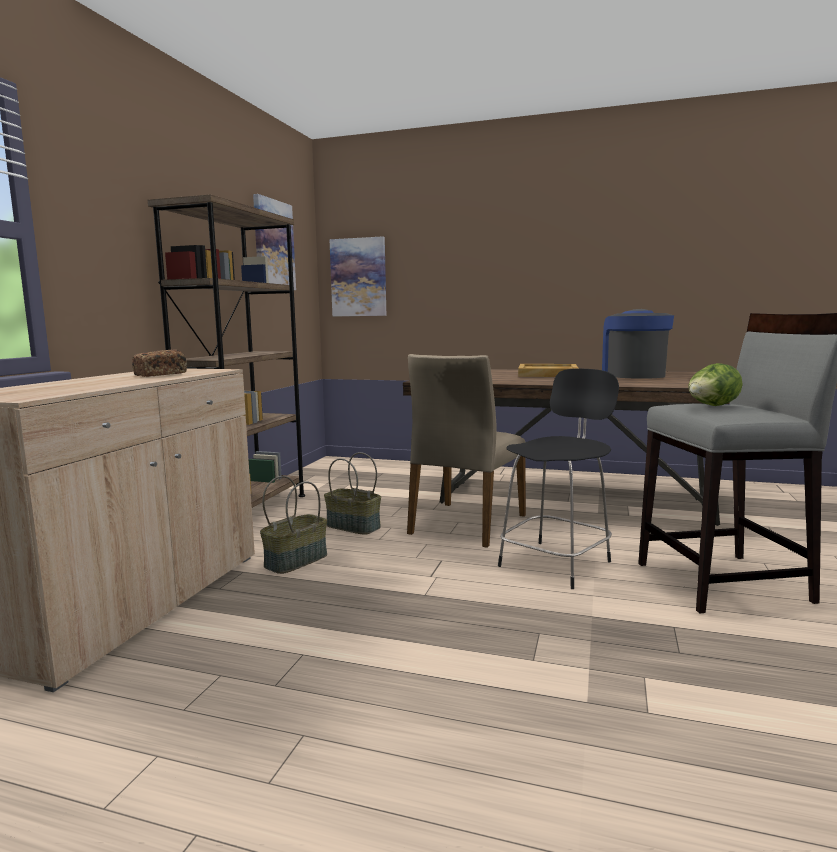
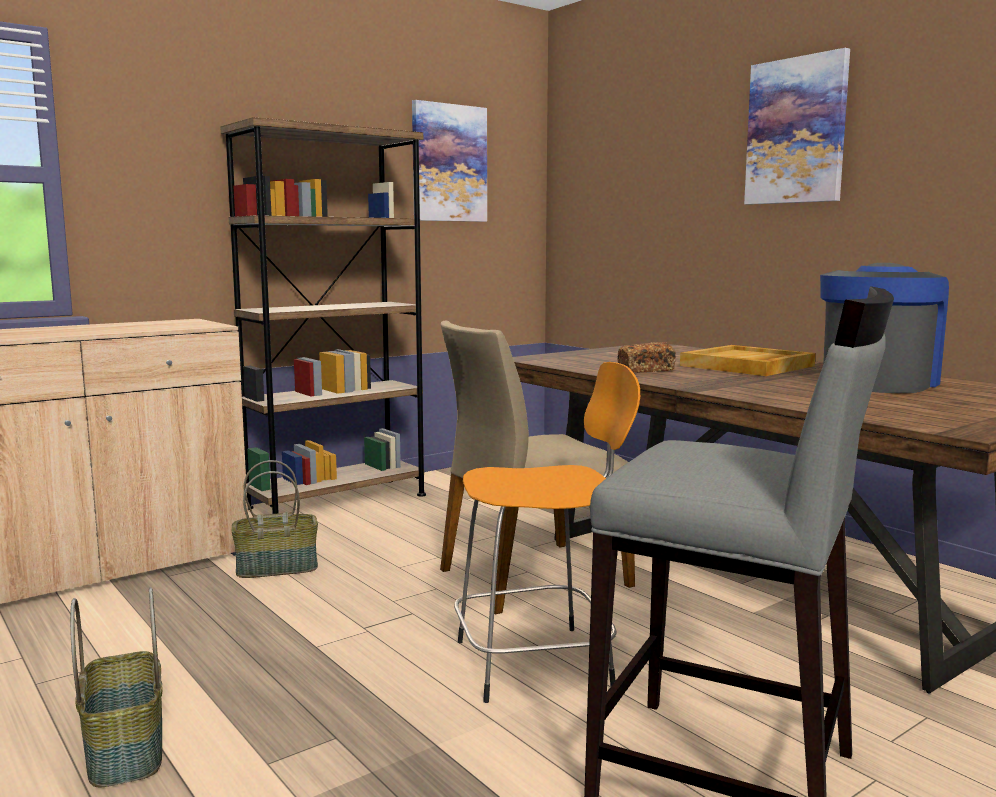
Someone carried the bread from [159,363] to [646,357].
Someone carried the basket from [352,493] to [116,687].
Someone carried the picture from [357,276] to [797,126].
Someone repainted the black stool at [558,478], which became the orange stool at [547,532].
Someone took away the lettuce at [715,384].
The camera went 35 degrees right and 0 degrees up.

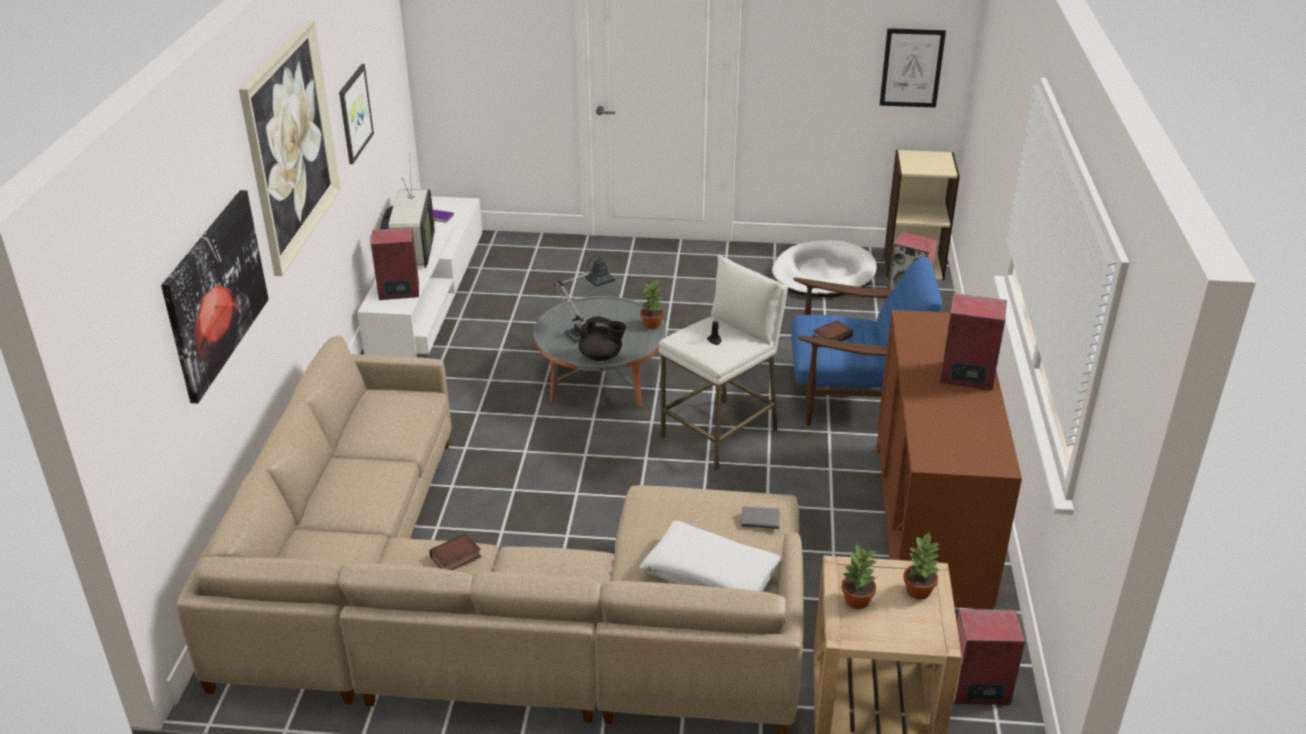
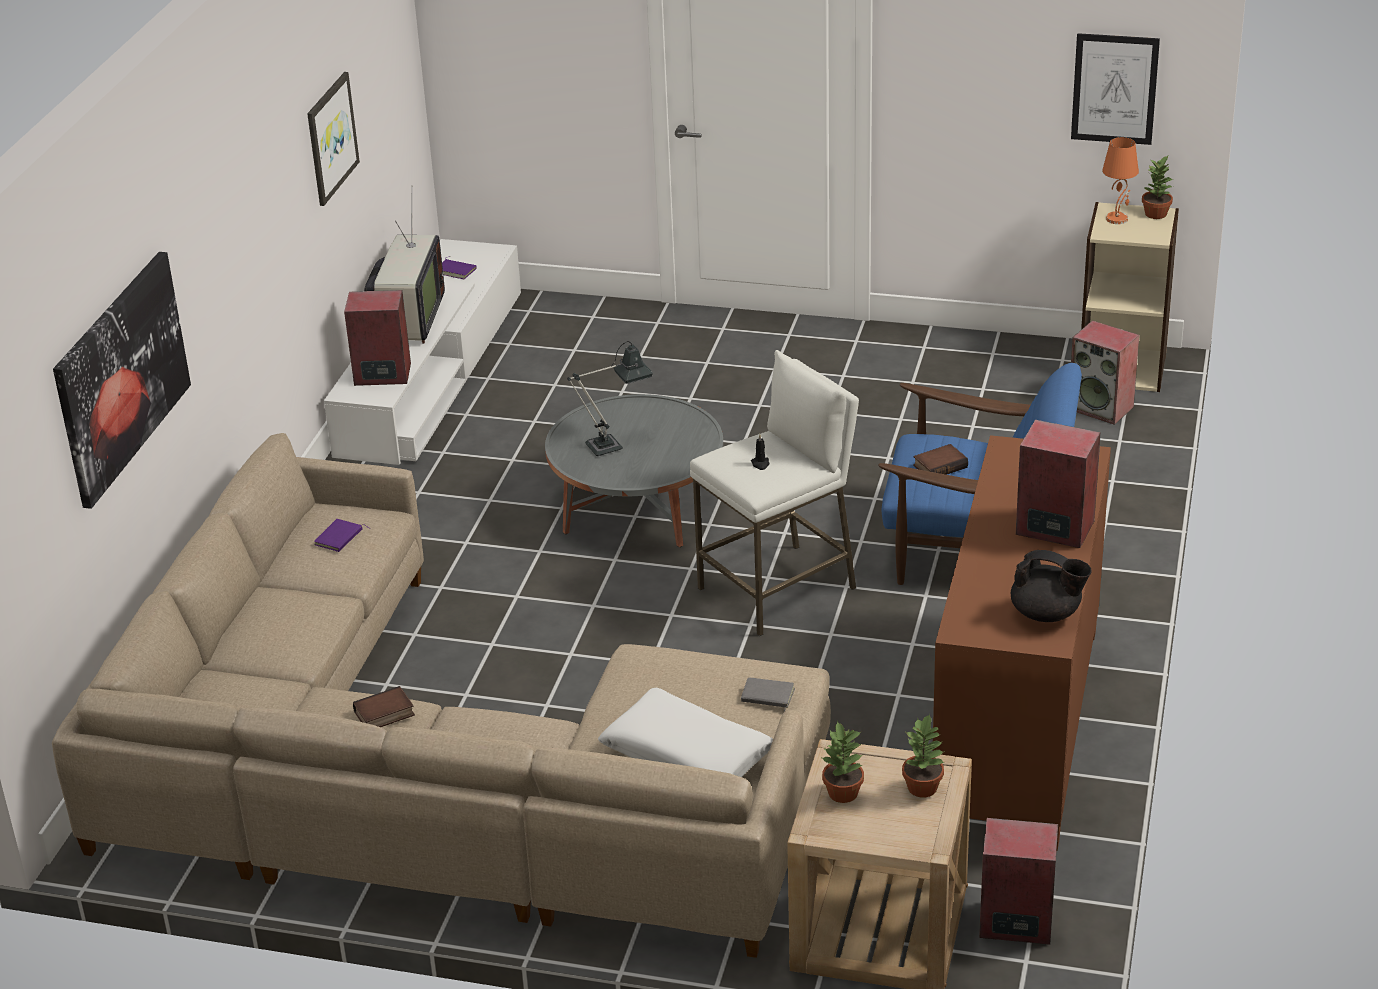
Someone took away the picture at [290,147].
Someone carried the black teapot from [602,338] to [1051,586].
Someone carried the potted plant from [652,304] to [1157,187].
Someone took away the white dog bed at [824,268].
Someone put down the purple book at [342,535].
Someone put down the orange table lamp at [1120,180].
The camera went 10 degrees right and 0 degrees up.

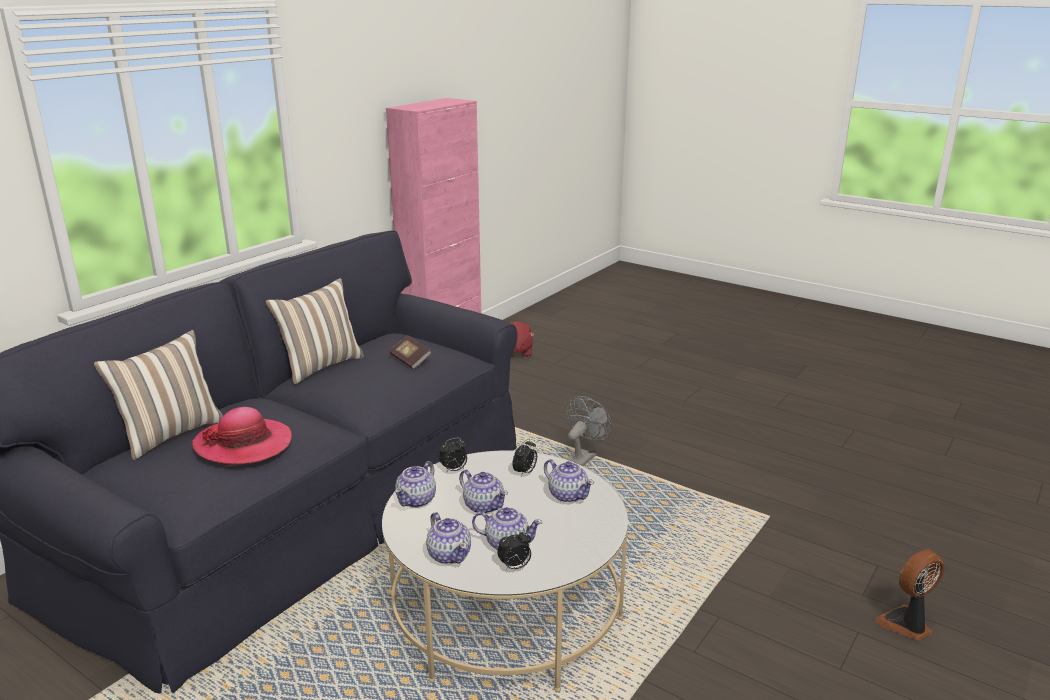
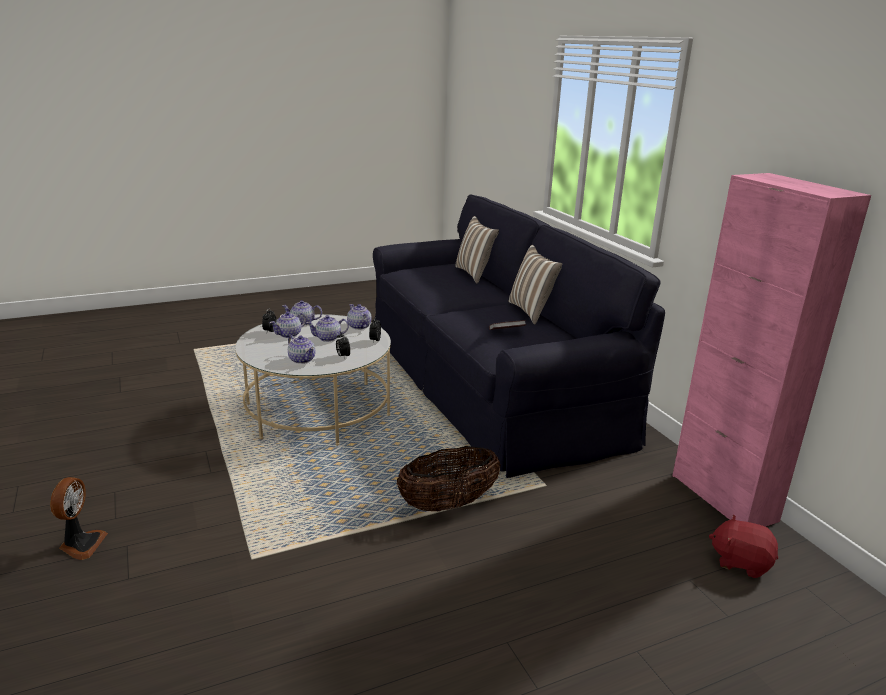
Someone took away the hat at [241,436].
Someone rotated the teapot at [569,481] by 120 degrees counterclockwise.
Someone swapped the grey fan at [589,431] for the basket at [449,478].
The camera went 120 degrees right and 0 degrees up.

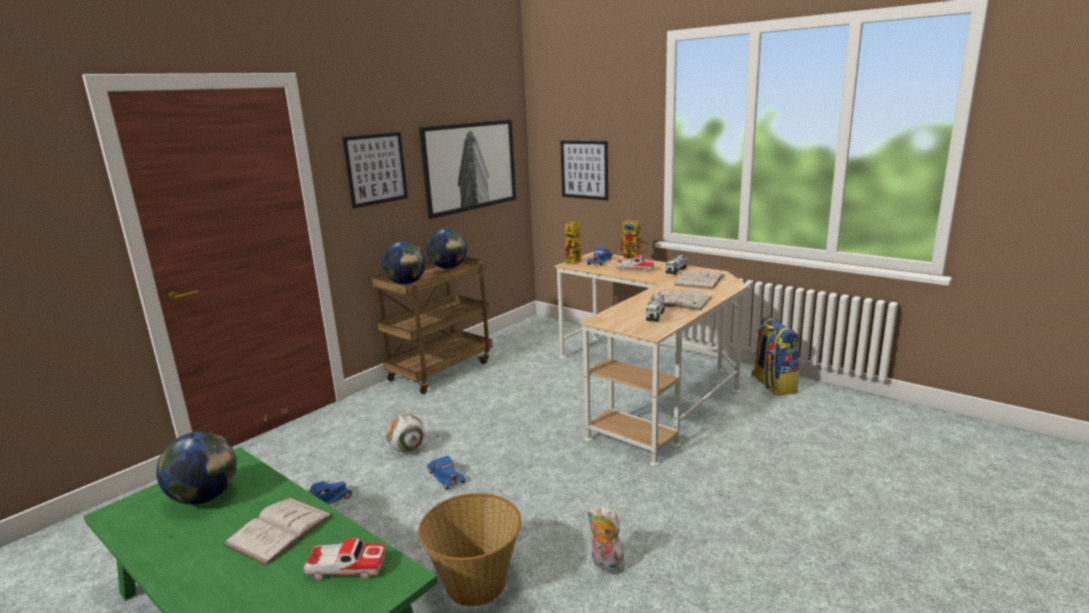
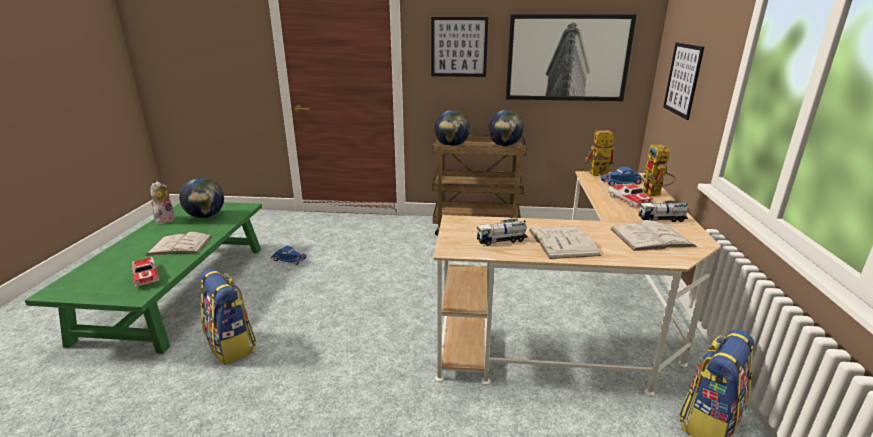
Someone took away the football at [405,433].
Someone swapped the basket at [469,549] for the backpack at [228,317].
Someone took away the blue toy car at [446,473].
Someone carried the plush toy from [606,539] to [163,203].
The camera went 55 degrees right and 5 degrees up.

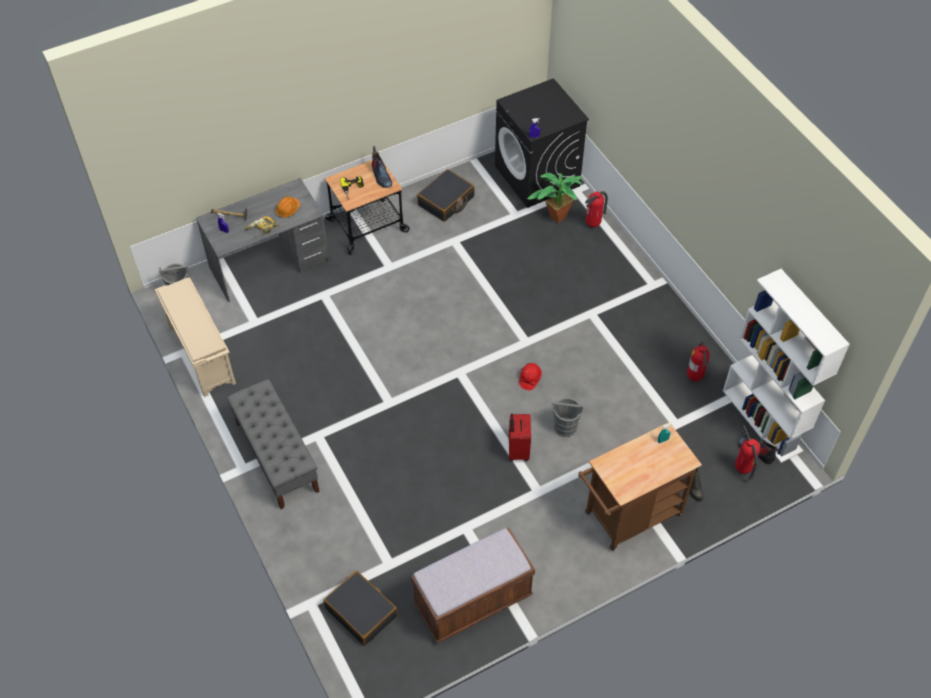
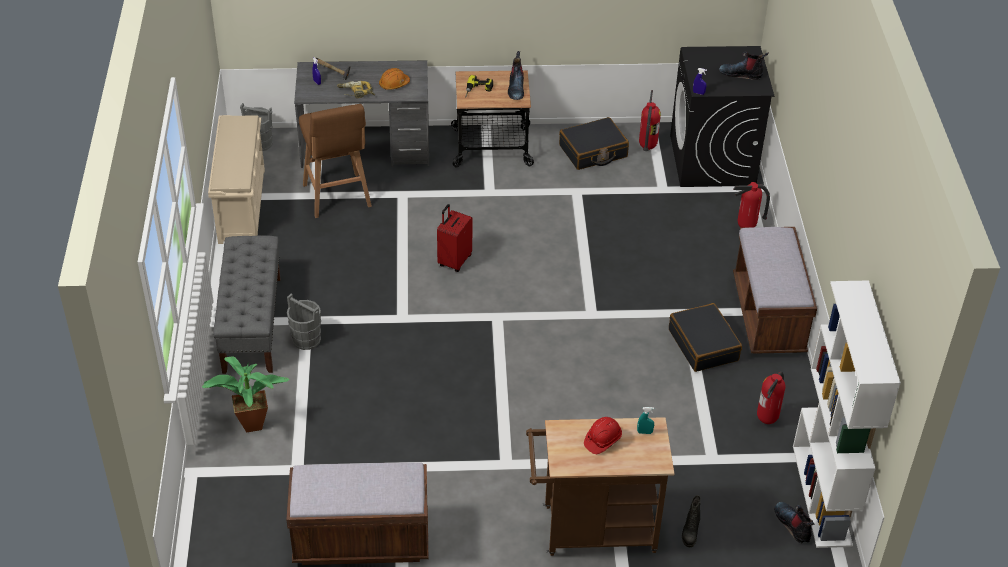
Someone carried the black suitcase from [360,608] to [705,337].
Someone carried the red suitcase from [520,437] to [454,238].
Someone carried the red hard hat from [530,376] to [603,435].
Someone carried the potted plant from [554,198] to [245,394].
Someone carried the grey bucket from [568,417] to [304,321].
Someone carried the fire extinguisher from [747,452] to [650,120].
Someone put down the brown stool at [335,161].
Someone put down the boot at [744,66].
Someone put down the brown bench at [775,290].
The camera went 25 degrees right and 10 degrees down.

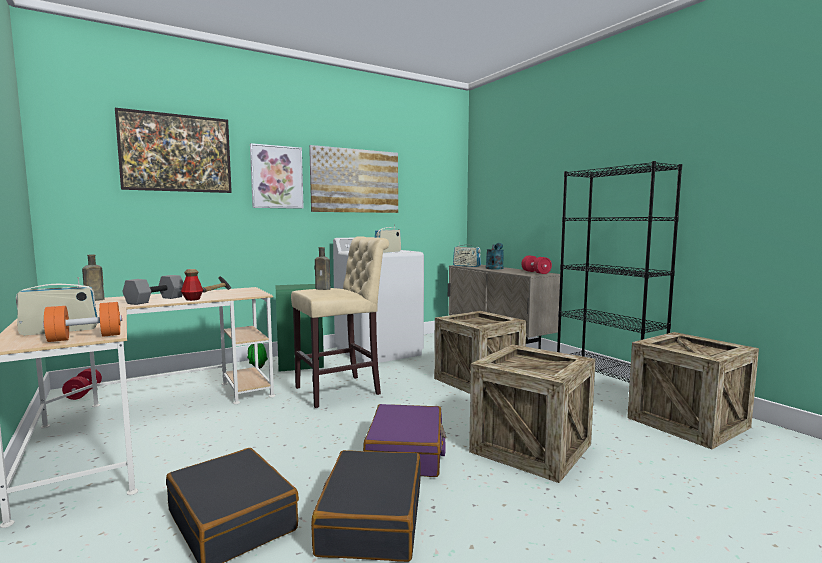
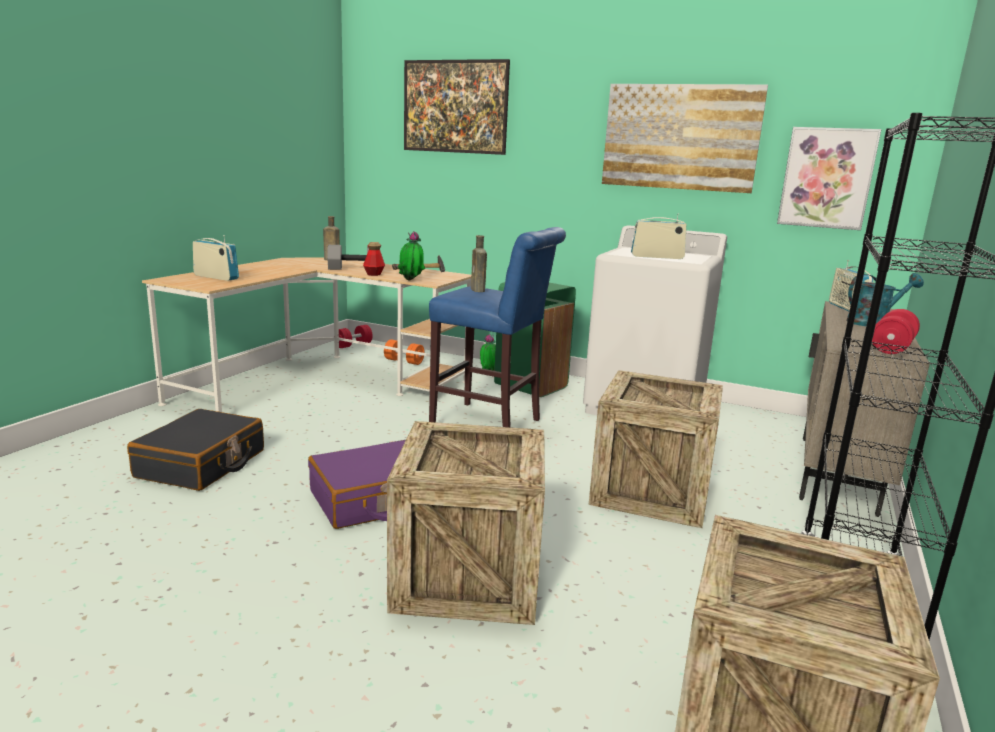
Someone carried the orange dumbbell from [82,322] to [404,352].
Someone carried the picture from [277,176] to [829,178].
Someone repainted the beige stool at [340,322], which became the blue stool at [497,327].
Someone took away the black suitcase at [366,506].
Someone put down the potted plant at [411,256].
The camera went 55 degrees right and 10 degrees up.

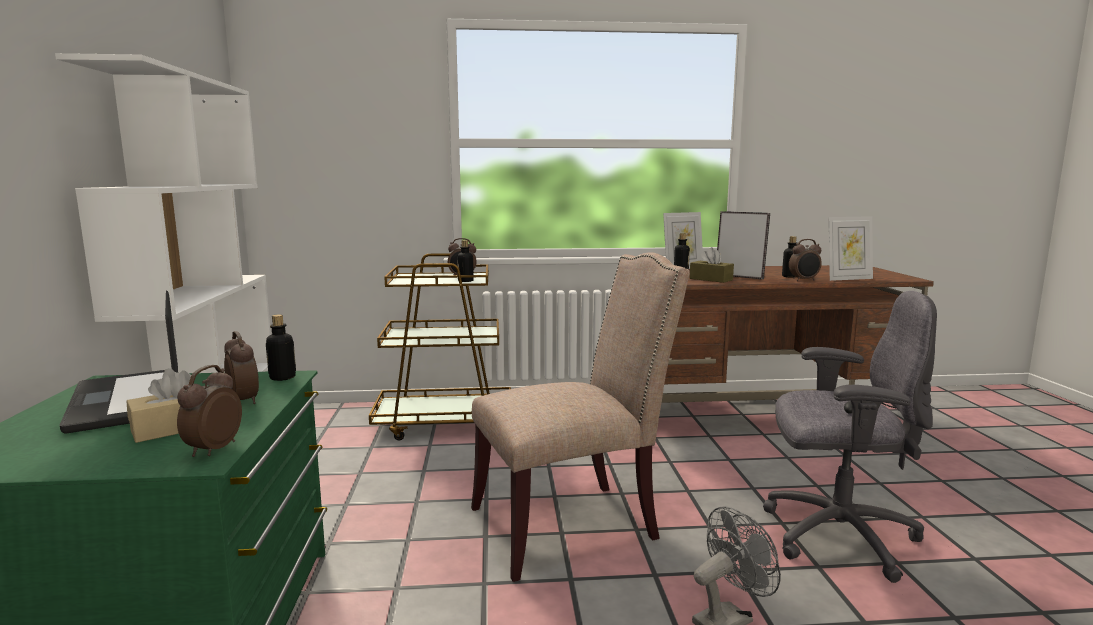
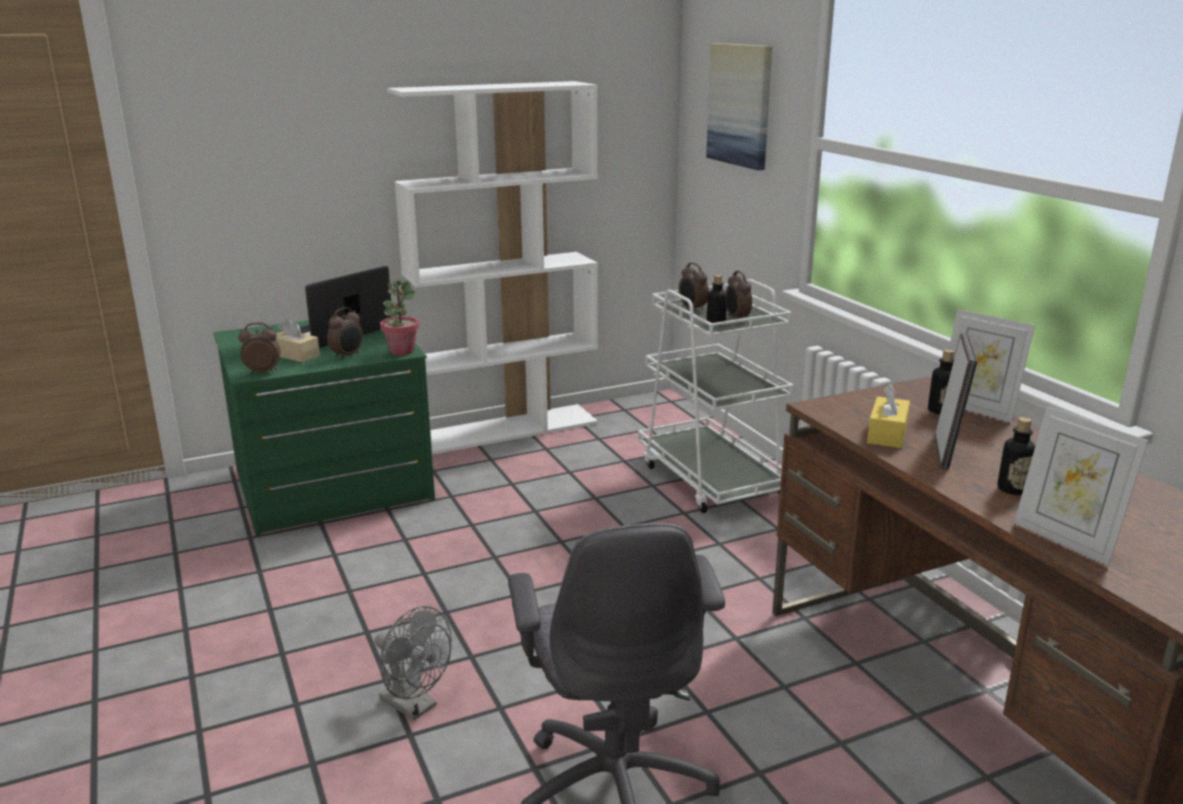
Someone swapped the bottle at [281,347] for the potted plant at [400,317].
Someone repainted the brown cart at [440,346], which became the white cart at [715,396].
Someone took away the beige chair at [580,417].
Someone repainted the brown tissue box at [712,265], which became the yellow tissue box at [888,416].
Someone carried the alarm clock from [805,260] to [694,288].
Someone put up the picture at [739,106].
The camera went 70 degrees right and 10 degrees up.

